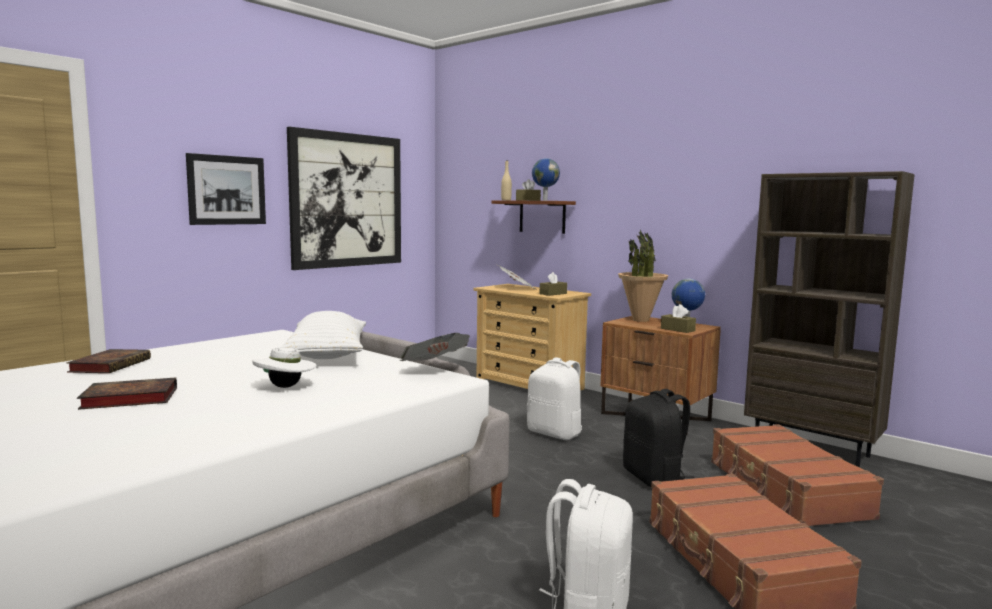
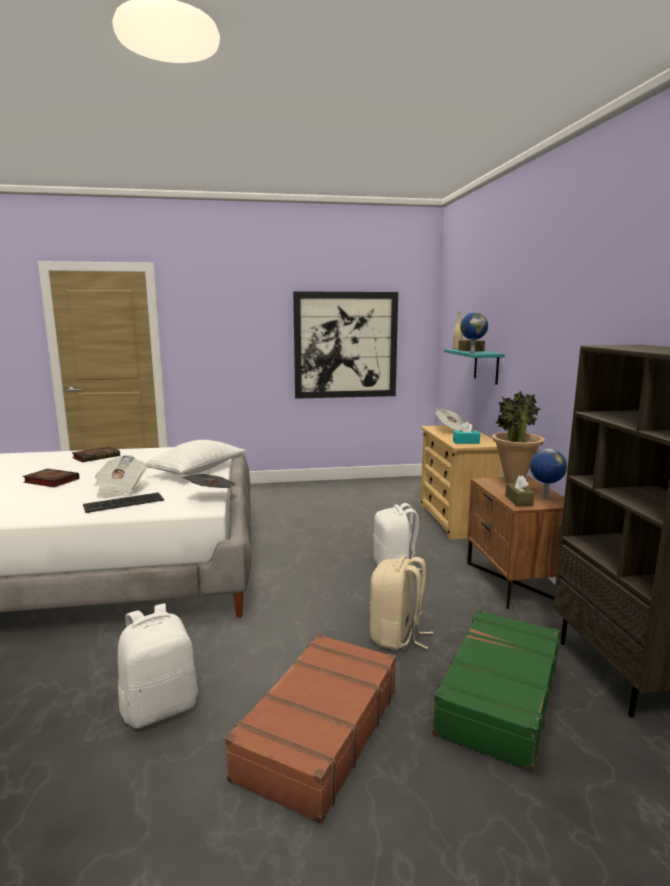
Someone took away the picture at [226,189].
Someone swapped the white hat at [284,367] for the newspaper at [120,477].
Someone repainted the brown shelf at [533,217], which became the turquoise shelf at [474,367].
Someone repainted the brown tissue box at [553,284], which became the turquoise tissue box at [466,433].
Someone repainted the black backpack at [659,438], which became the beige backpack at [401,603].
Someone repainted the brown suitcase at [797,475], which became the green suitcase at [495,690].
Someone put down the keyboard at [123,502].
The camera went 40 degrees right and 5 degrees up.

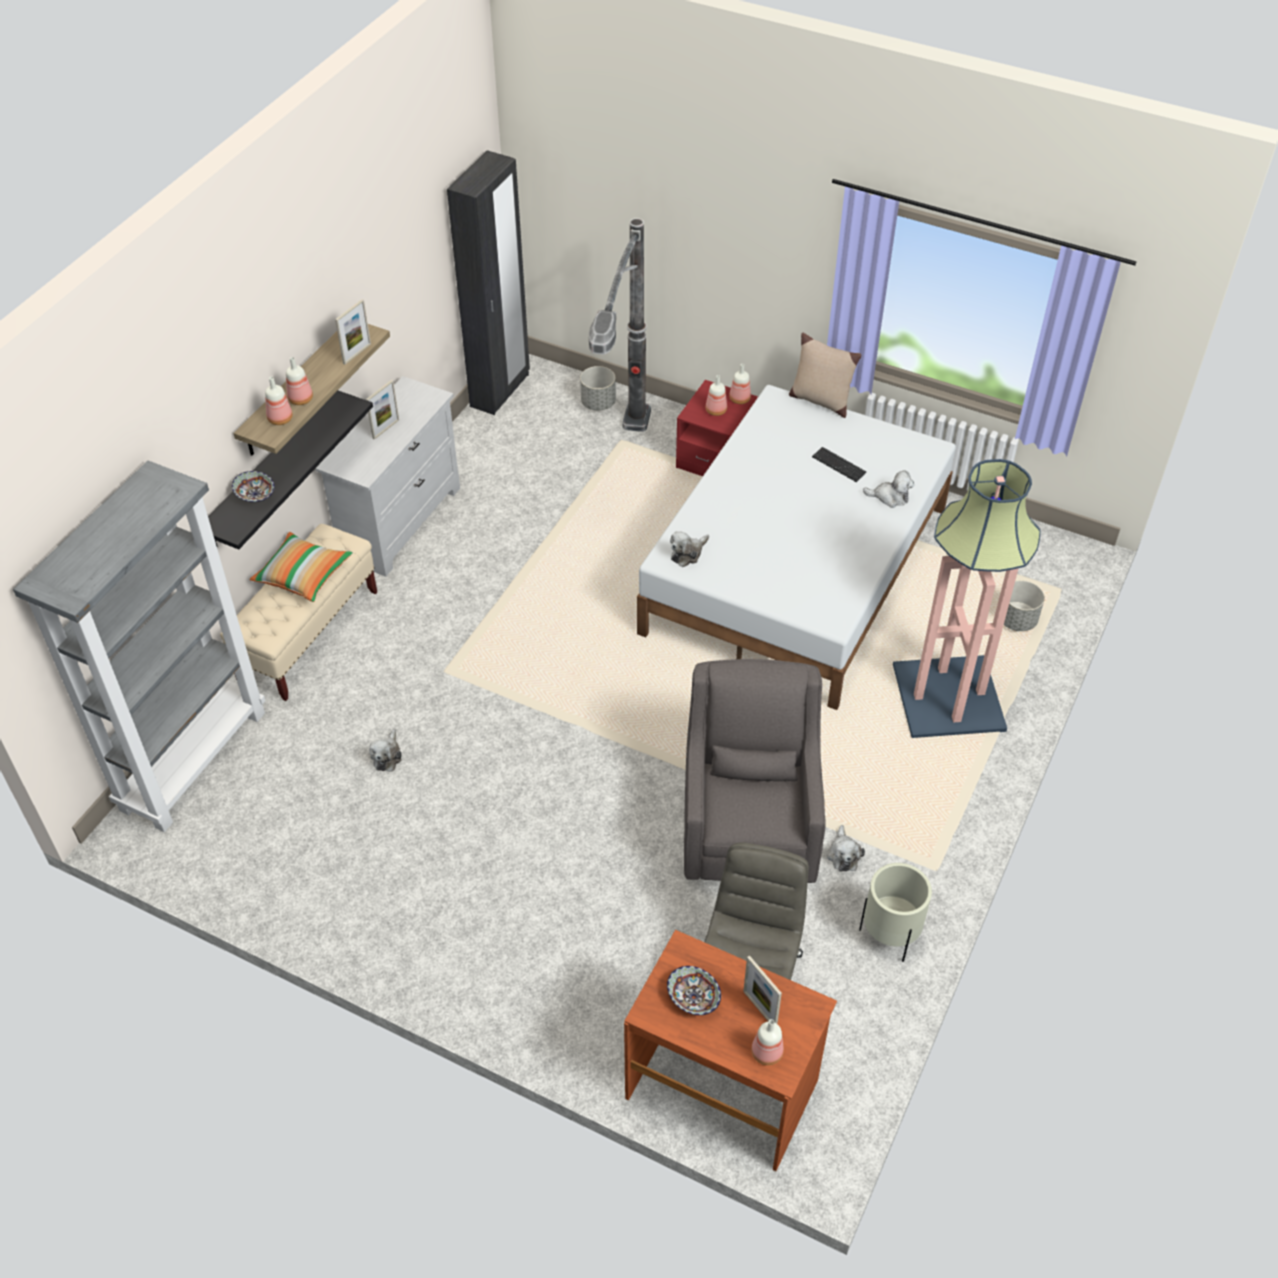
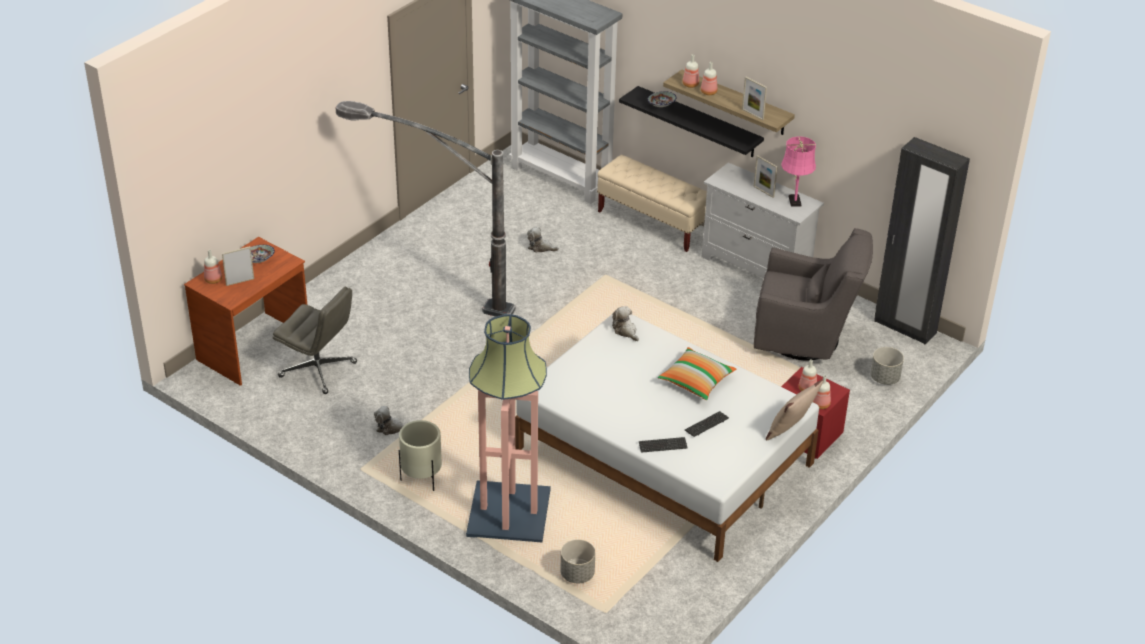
Someone carried the pillow from [301,567] to [697,373].
Someone carried the floor lamp from [620,325] to [425,209].
Someone carried the grey armchair from [755,771] to [813,294].
Someone carried the beige planter from [895,912] to [420,455].
Someone swapped the plush toy at [888,489] for the keyboard at [663,445].
Someone put down the pink table lamp at [798,171].
The camera went 100 degrees right and 10 degrees down.

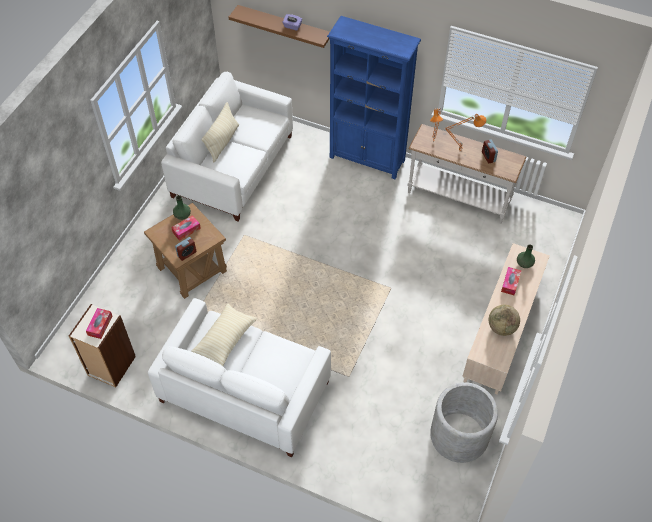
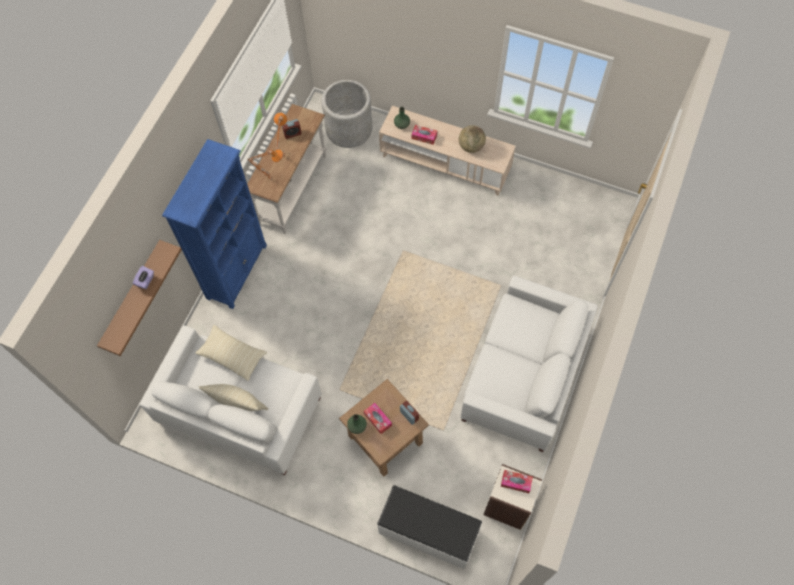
Someone carried the beige pillow from [224,334] to [231,353].
Someone carried the grey planter from [464,422] to [347,114].
Someone put down the white bench at [429,527].
The camera went 90 degrees left and 10 degrees up.

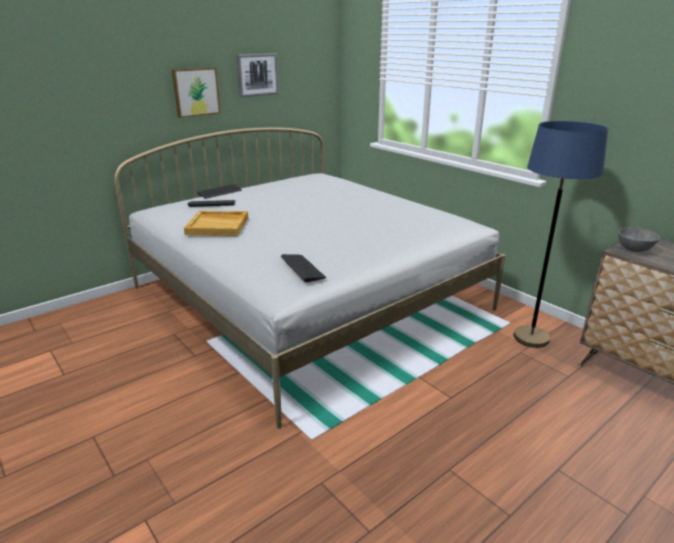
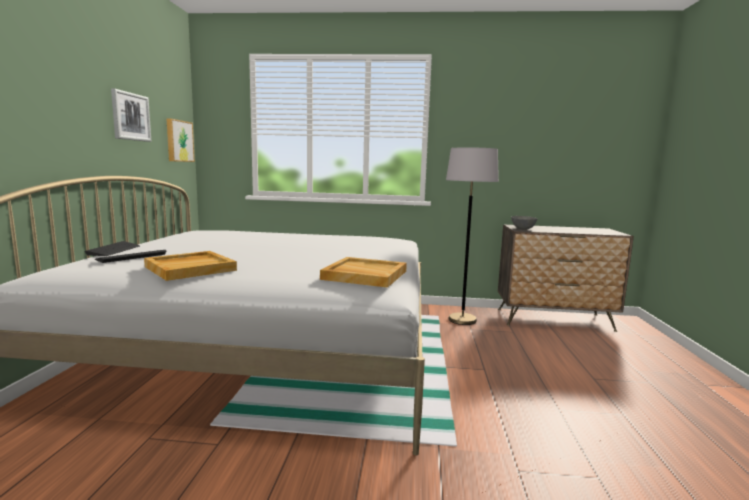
Someone carried the picture from [196,92] to [180,140].
Someone swapped the keyboard at [303,268] for the beige tray at [363,272].
Someone repainted the blue floor lamp at [560,234], which became the grey floor lamp at [472,236].
The camera went 45 degrees left and 15 degrees down.

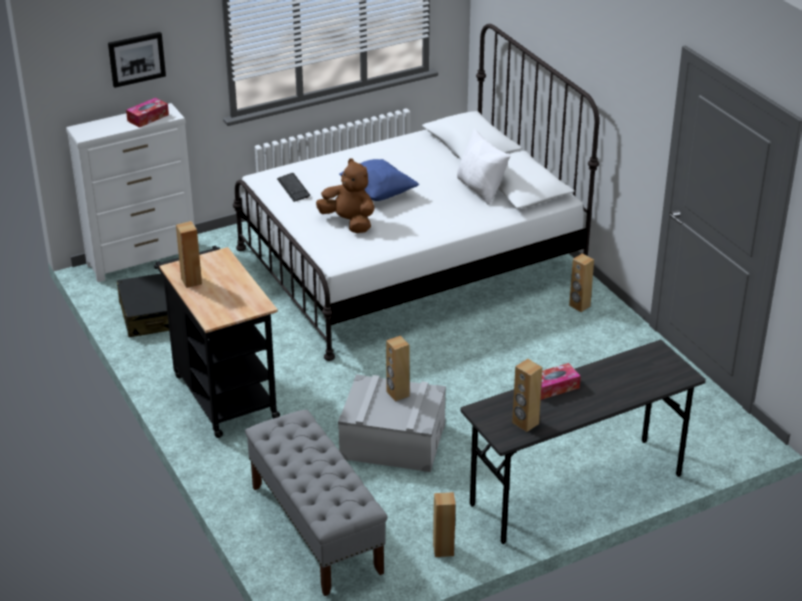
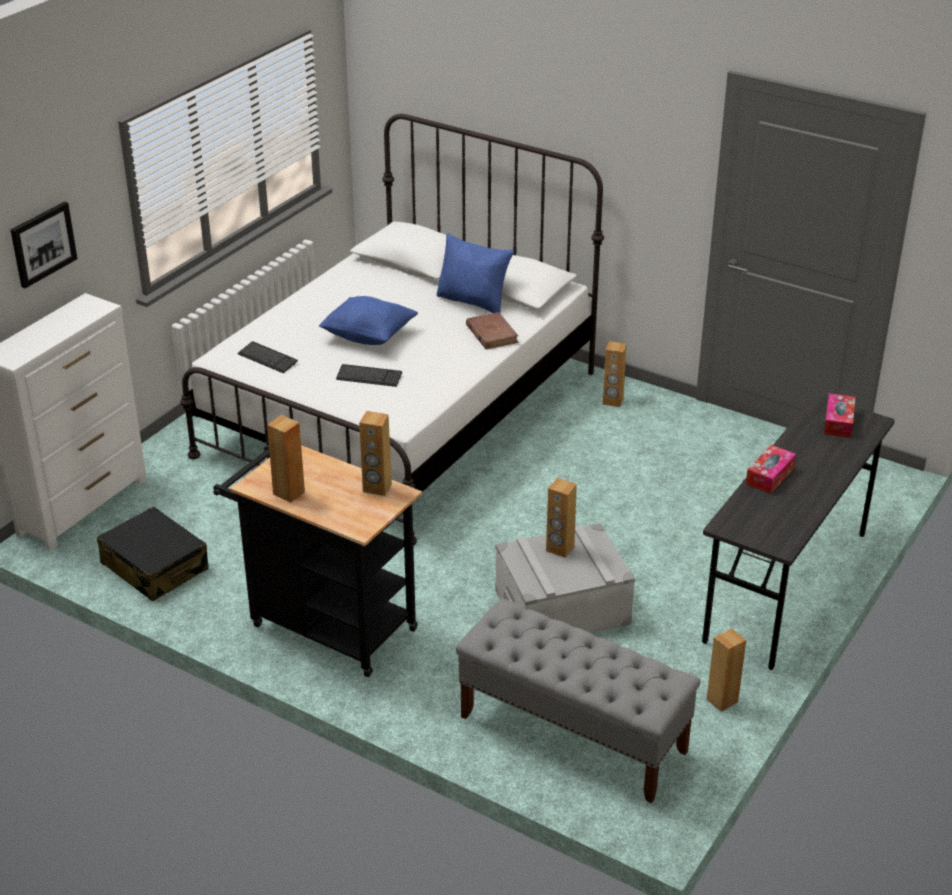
Someone carried the tissue box from [147,113] to [839,415].
Someone swapped the brown plush toy at [345,195] for the keyboard at [369,375].
Someone repainted the white pillow at [483,166], which became the blue pillow at [475,273].
Someone carried the brown speaker from [527,395] to [375,453].
Someone put down the brown book at [492,330].
The camera went 30 degrees left and 0 degrees up.

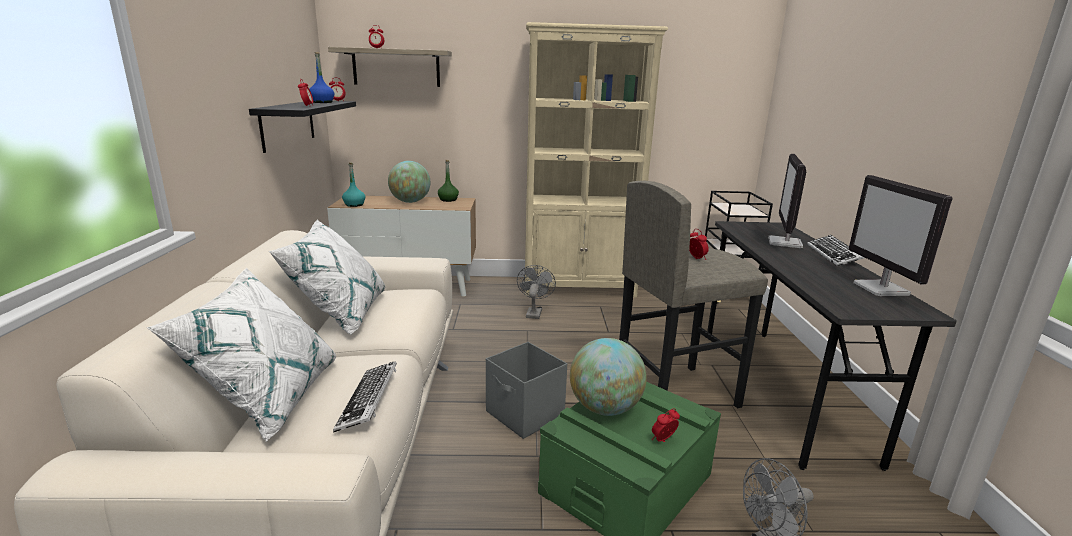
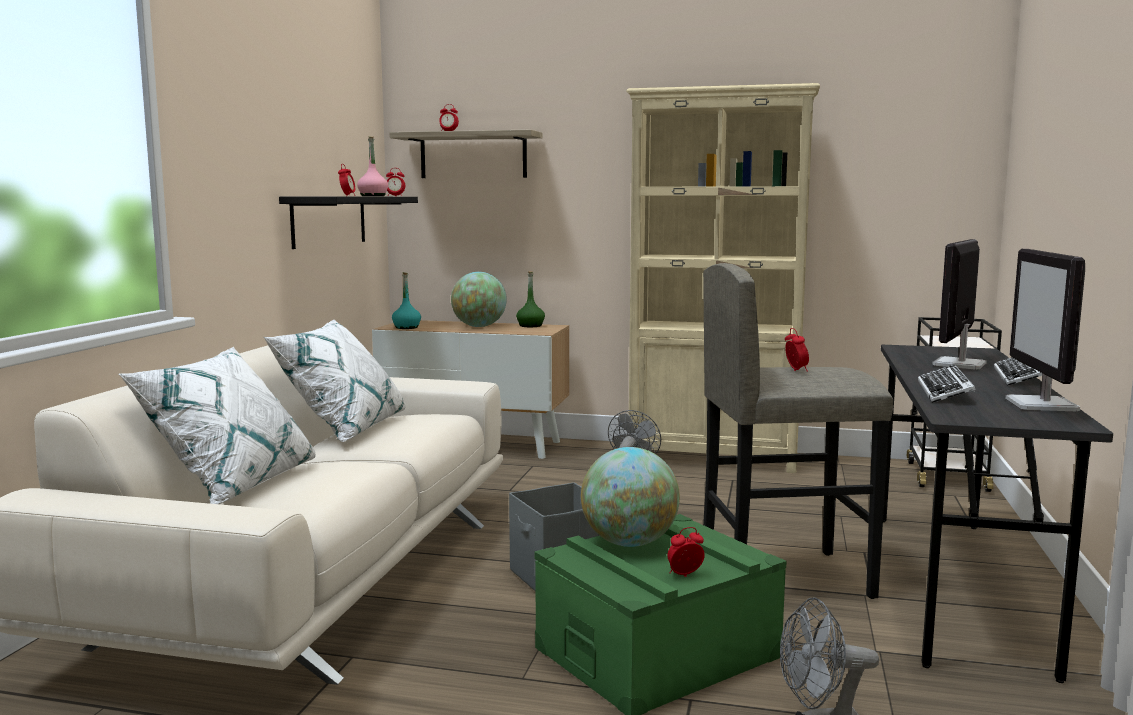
Someone repainted the blue bottle at [322,77], which became the pink bottle at [372,166].
Someone carried the keyboard from [365,397] to [947,384].
The camera went 15 degrees right and 10 degrees down.

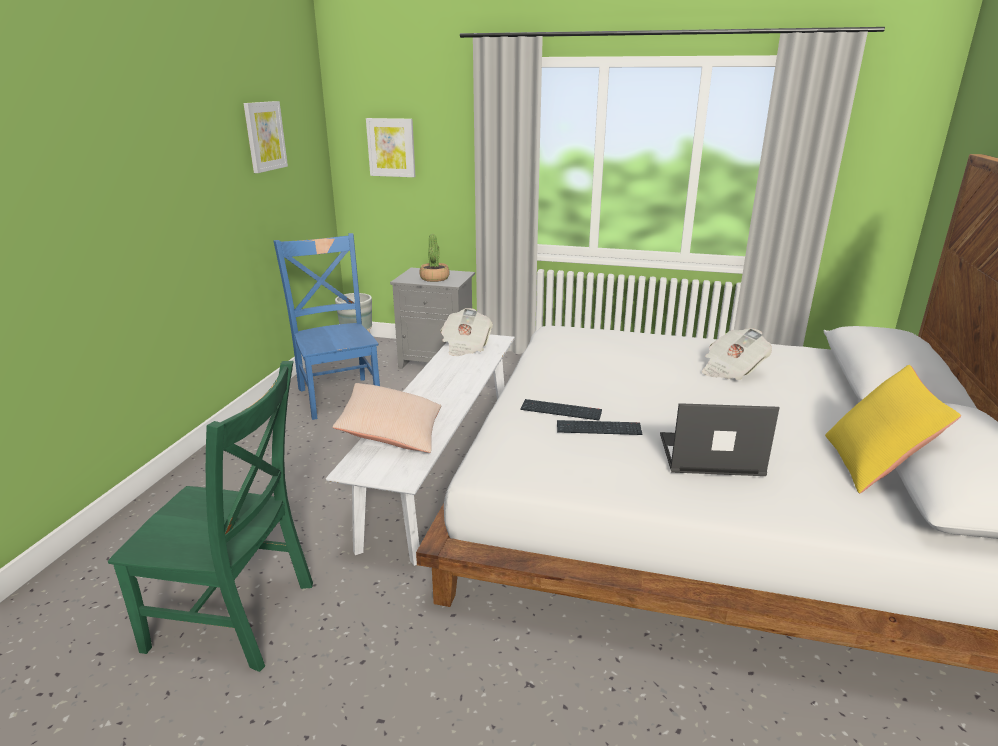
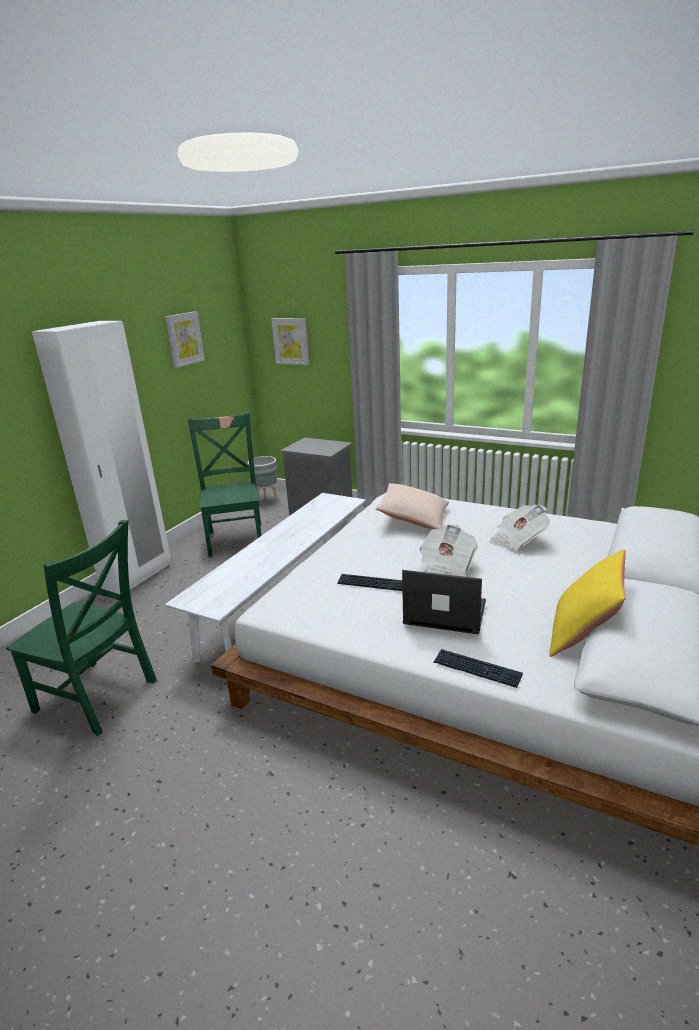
Someone repainted the blue chair at [327,326], which became the green chair at [225,484].
Someone carried the beige pillow from [387,418] to [412,506].
Someone took away the potted plant at [434,258].
Someone carried the newspaper from [467,332] to [449,550].
Someone carried the keyboard from [561,409] to [478,668].
Someone put down the white wardrobe at [101,457].
The camera went 15 degrees right and 0 degrees up.

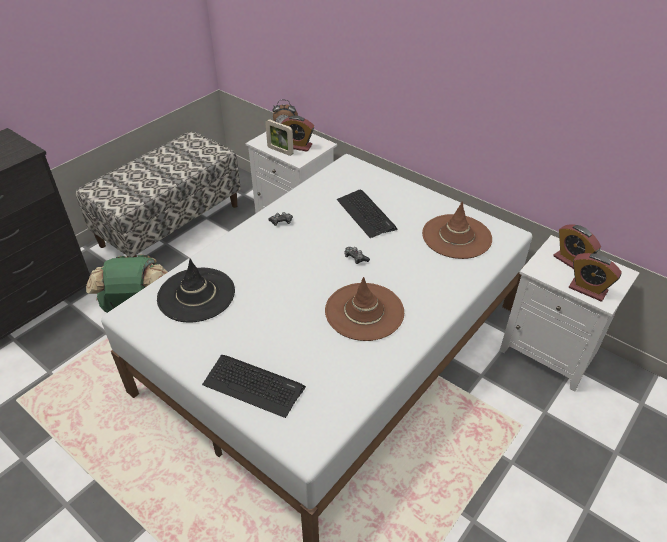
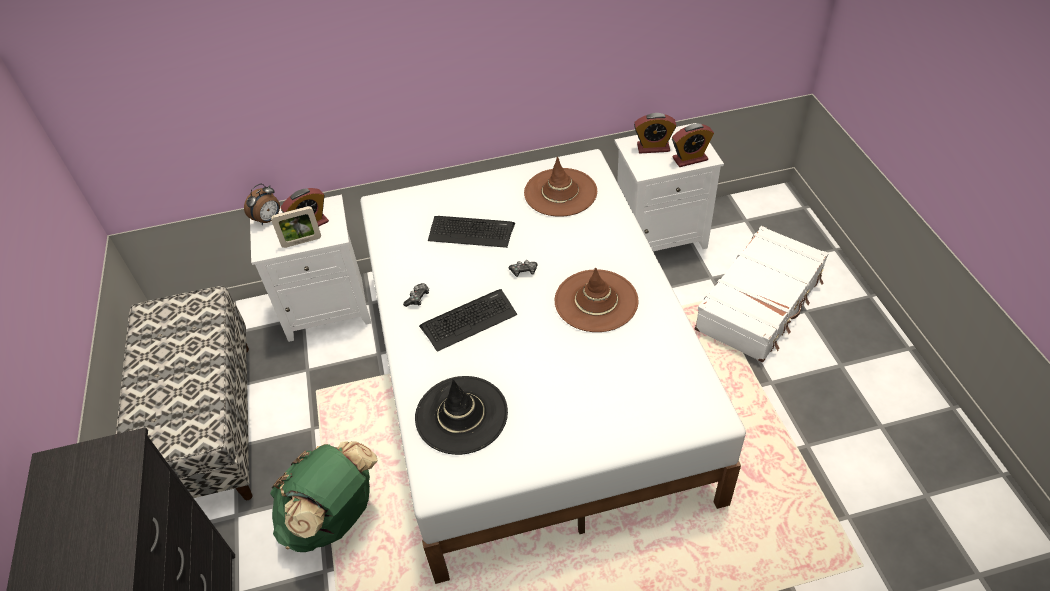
Someone carried the keyboard from [254,386] to [468,320].
Someone put down the white suitcase at [762,294].
The camera went 50 degrees left and 5 degrees up.

